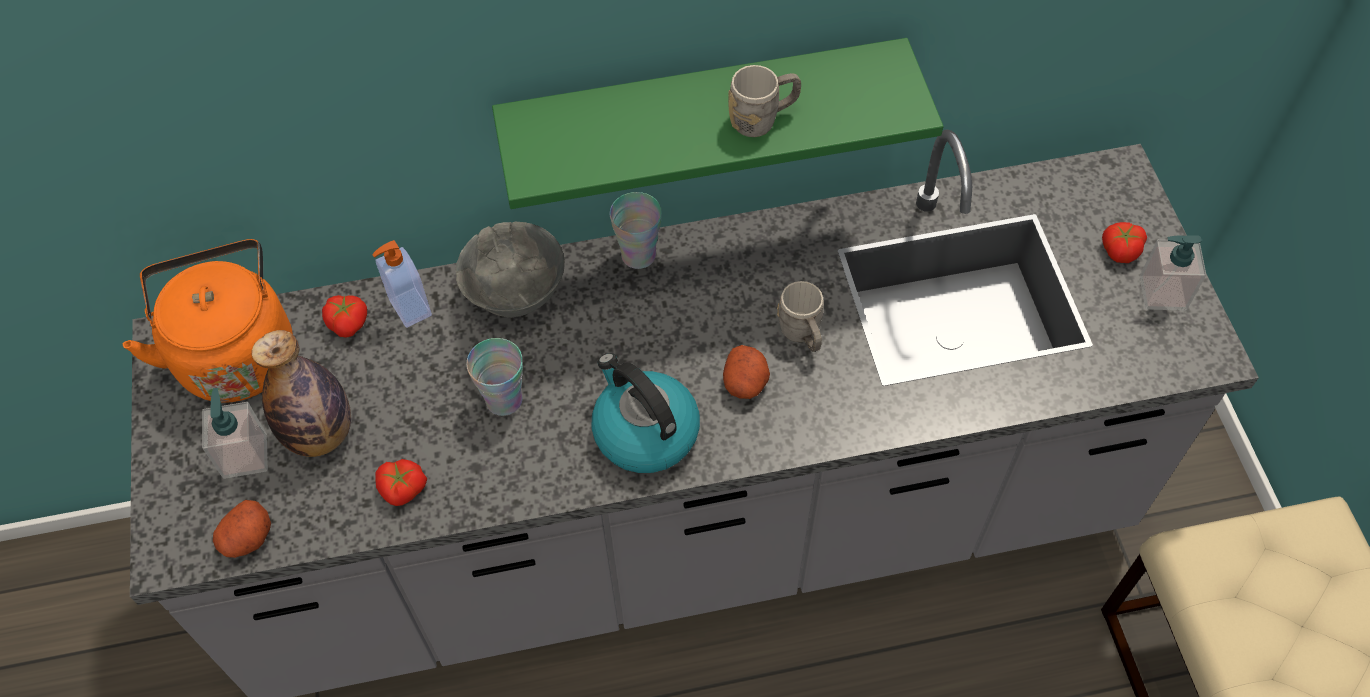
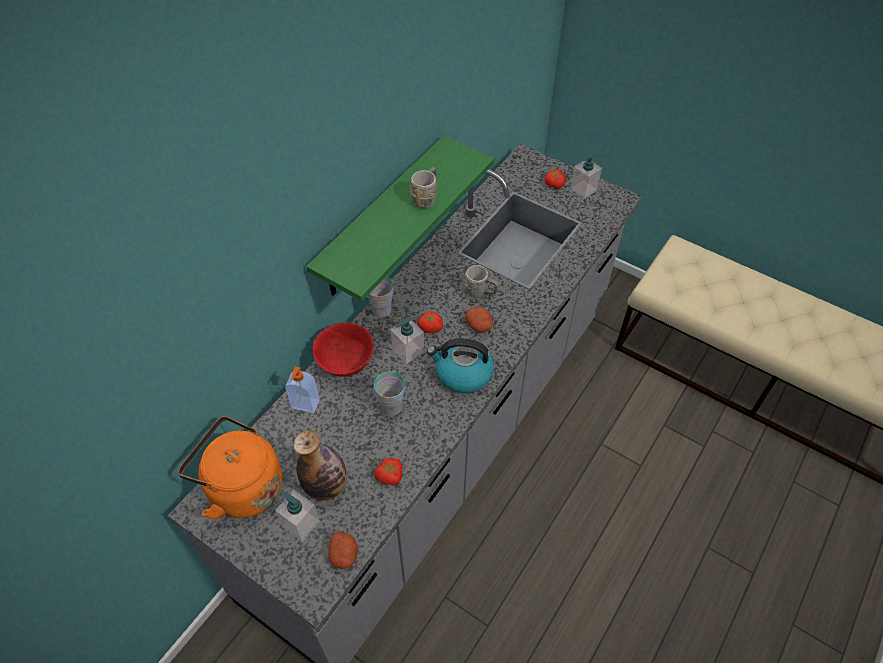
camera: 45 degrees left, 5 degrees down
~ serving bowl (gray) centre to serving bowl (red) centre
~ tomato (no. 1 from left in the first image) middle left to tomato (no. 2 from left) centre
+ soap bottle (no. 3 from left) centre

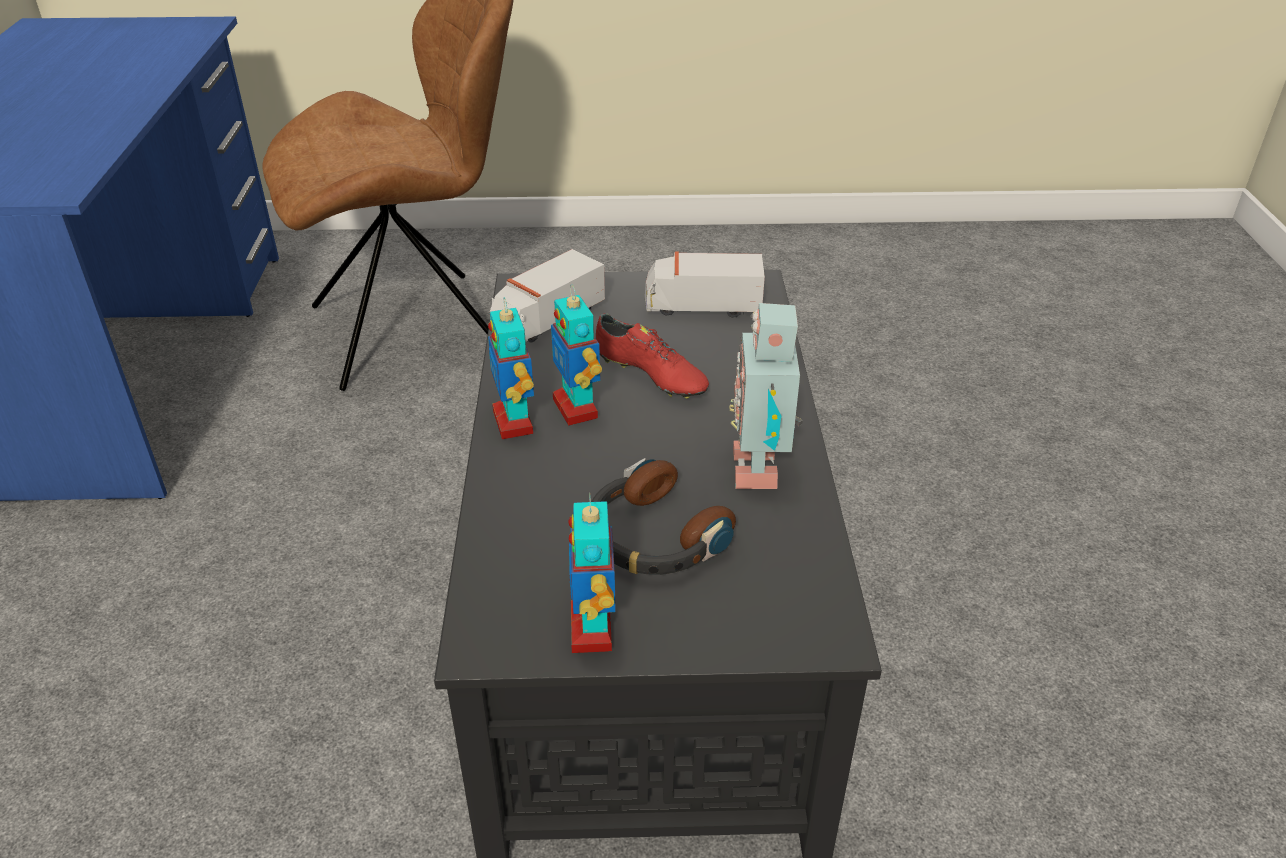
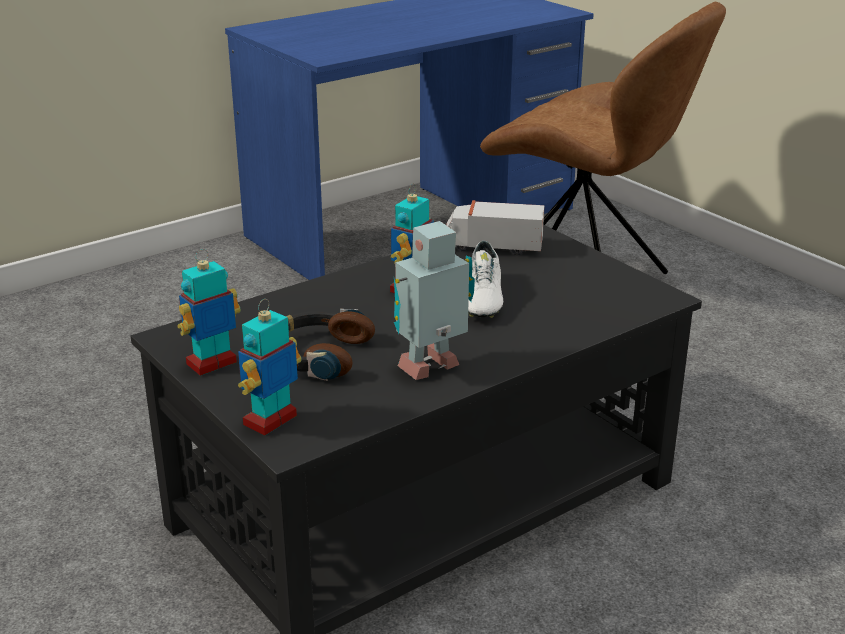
camera: 55 degrees right, 10 degrees down
- toy truck (no. 2 from left) top centre
~ robot figure (no. 1 from left in the first image) centre to robot figure (no. 2 from left) middle left
~ item of footwear (red) centre to item of footwear (white-coloured) centre

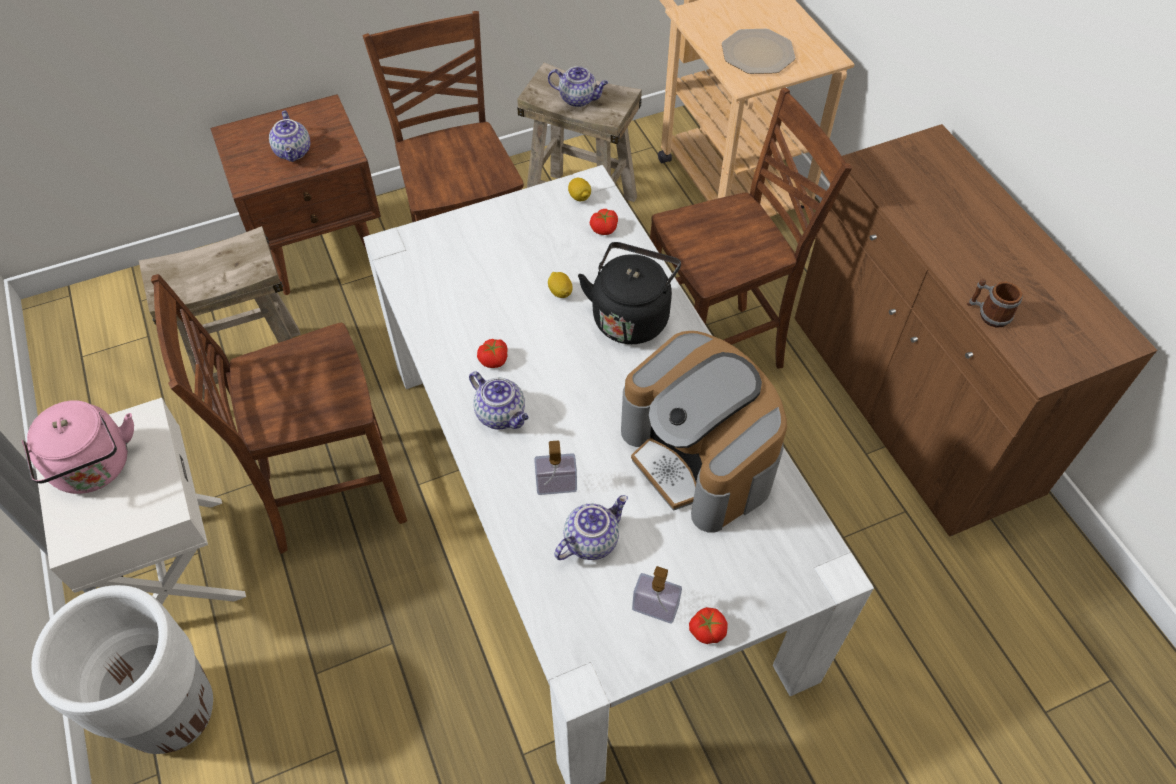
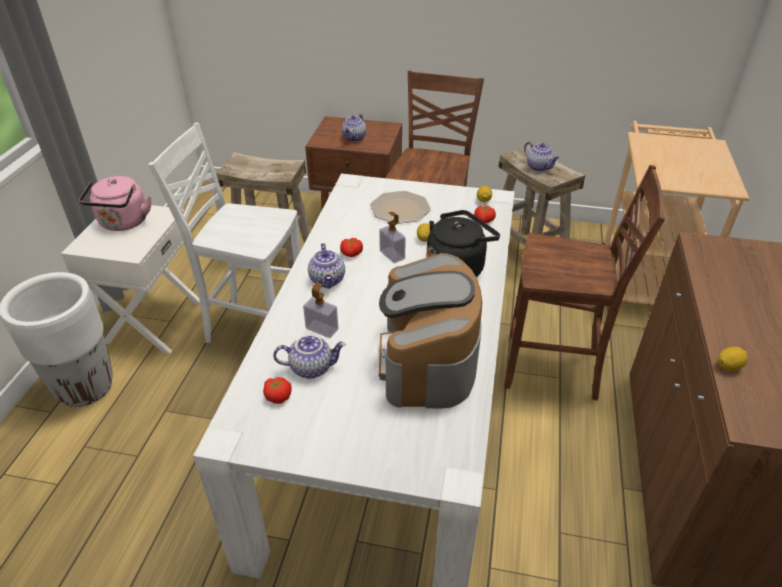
camera: 35 degrees right, 15 degrees down
~ plate top centre to centre
~ chair (brown) (no. 1 from left) middle left to chair (white-coloured) middle left
~ tea mug middle right to whole lemon (no. 3 from left) middle right
~ soap bottle (no. 2 from left) bottom centre to centre
~ tomato (no. 3 from left in the first image) bottom centre to tomato (no. 1 from left) centre

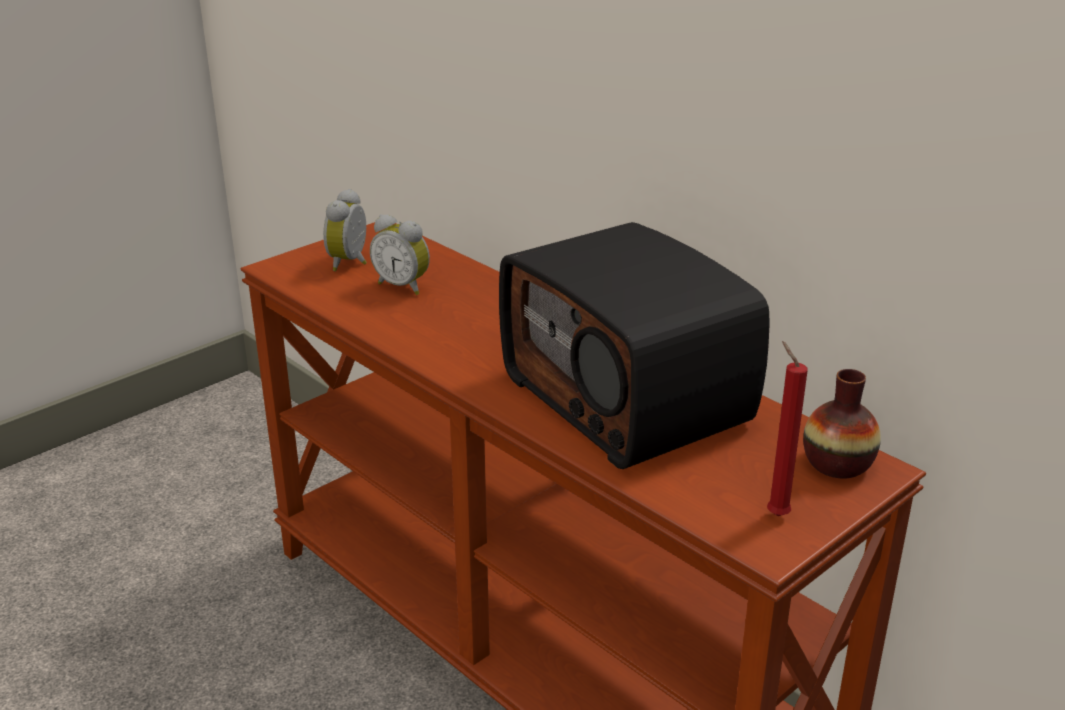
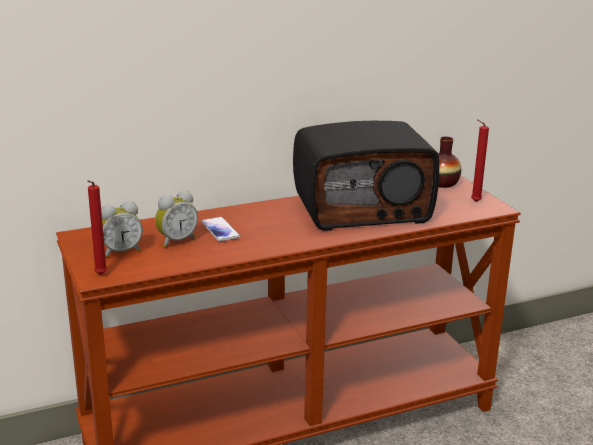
camera: 70 degrees left, 5 degrees down
~ table clock (no. 1 from left) top left = middle left 60 degrees counterclockwise
+ candle (red) (no. 1 from left) middle left
+ handset centre

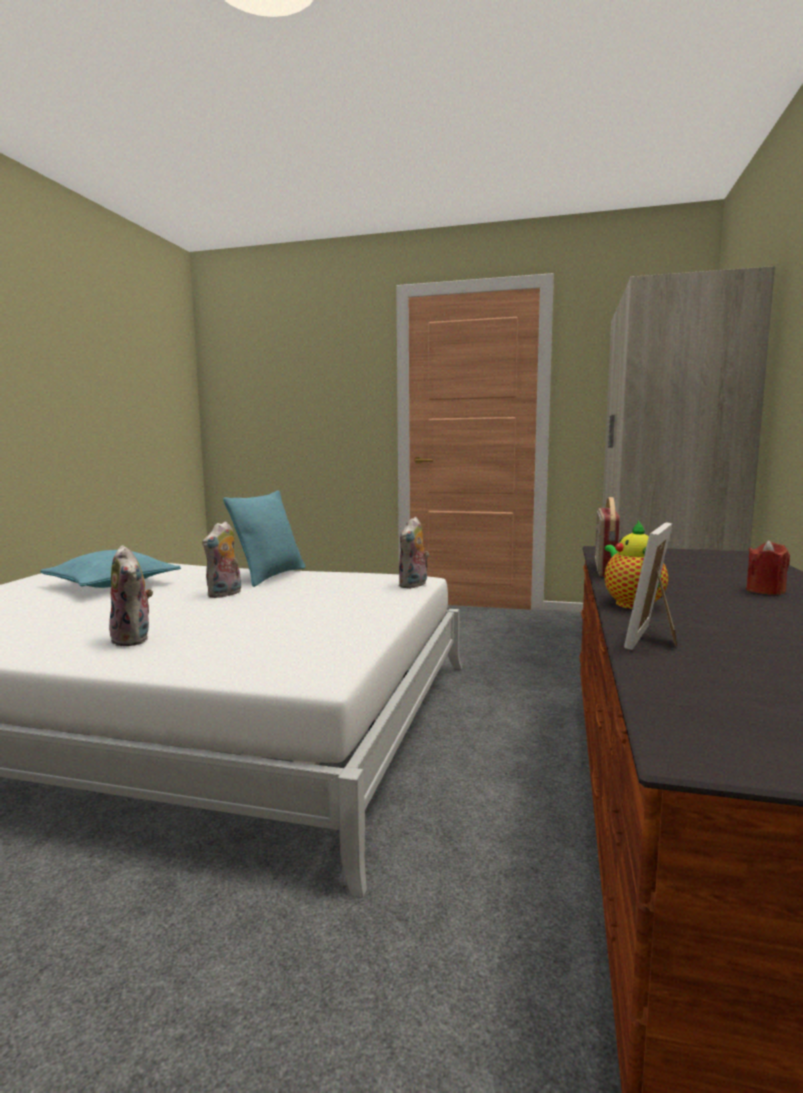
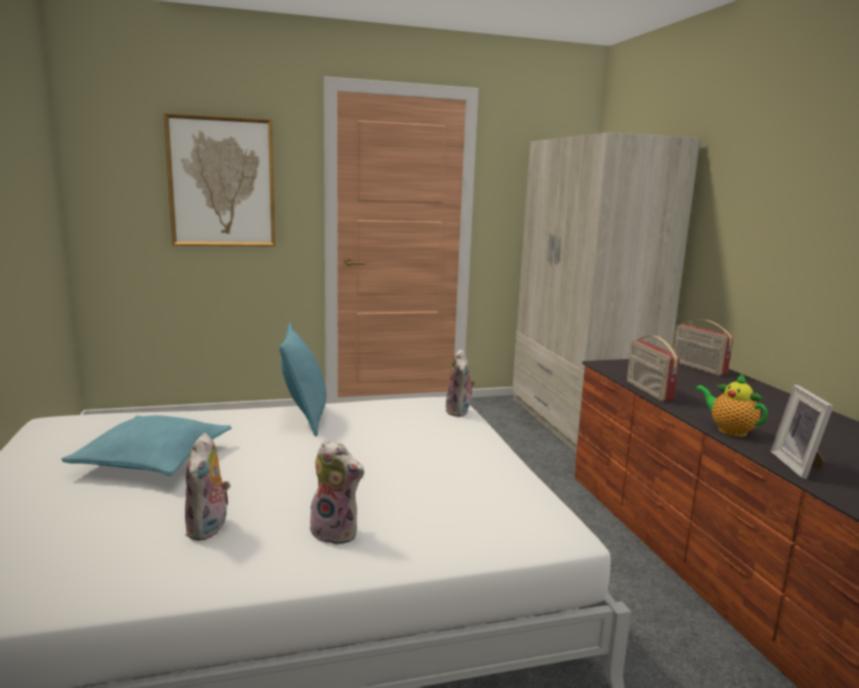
camera: 30 degrees left, 5 degrees up
~ plush toy (no. 2 from left in the first image) middle left to plush toy (no. 1 from left) bottom left
- candle (red) middle right
+ wall art top left
+ radio set (no. 2 from left) middle right

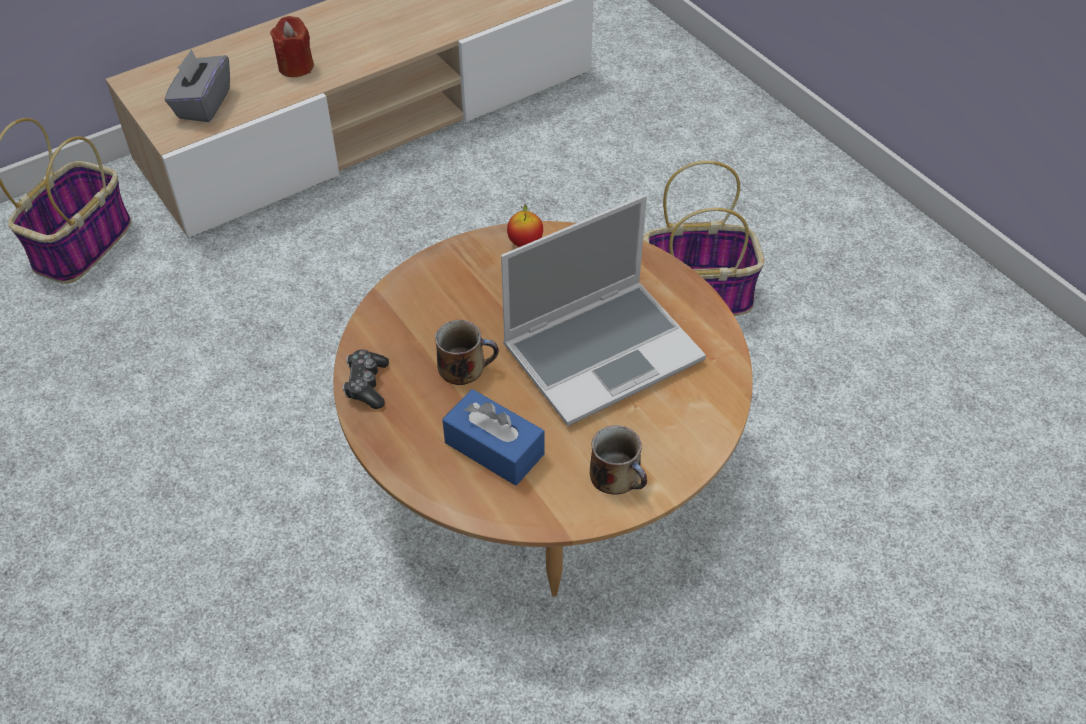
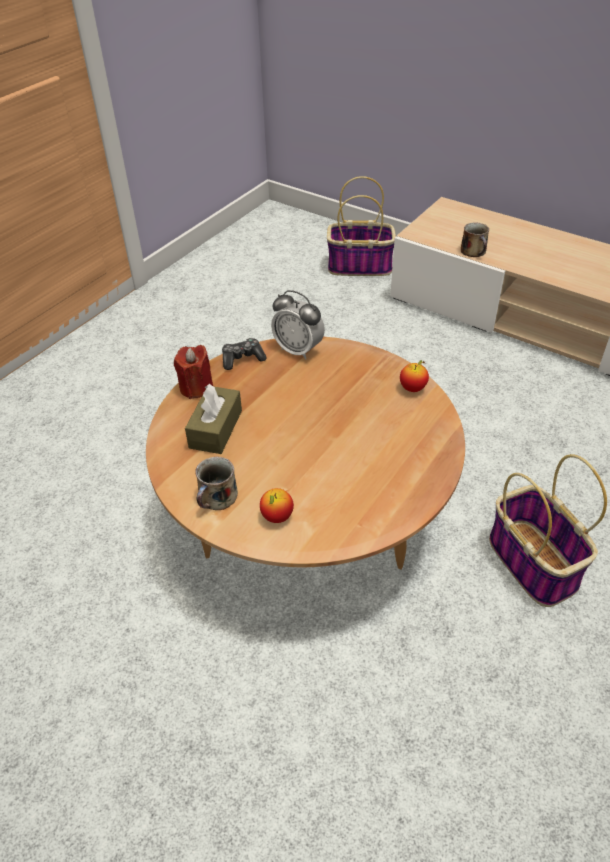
camera: 70 degrees right, 5 degrees down
~ candle (red) top left to middle left
- box of tissues (gray) top left
- portable computer centre
~ tea mug (no. 1 from left in the first image) centre to tea mug (no. 2 from left) top right
~ box of tissues (blue-coloured) centre to box of tissues (brown) centre
+ table clock centre
+ apple (no. 1 from left) centre

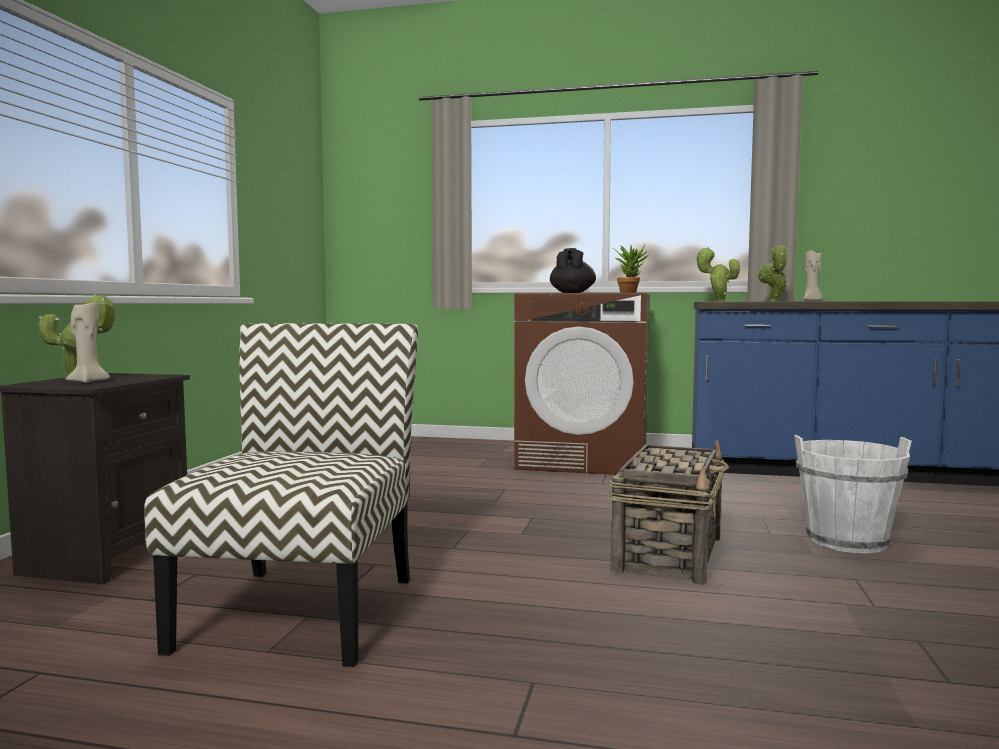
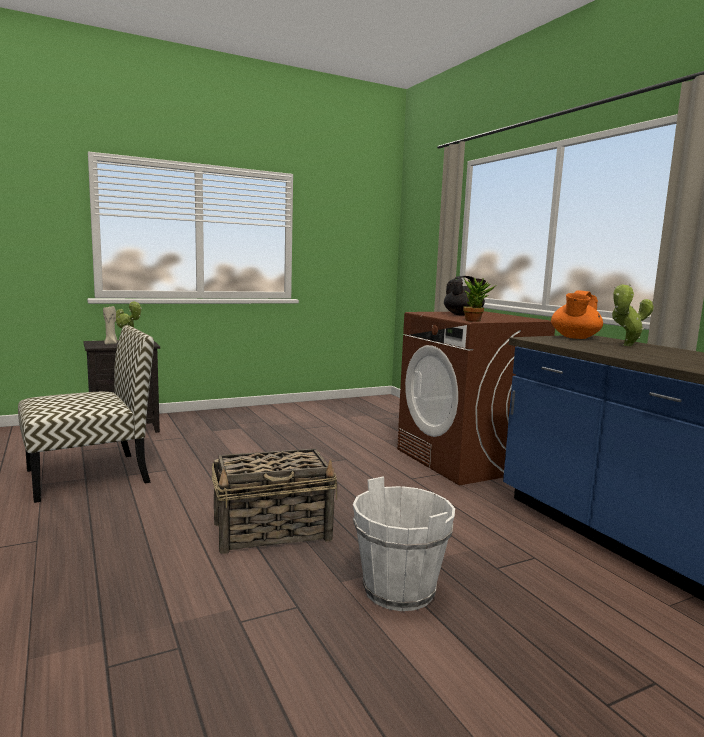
camera: 50 degrees right, 5 degrees up
~ houseplant (no. 3 from left) middle right to teapot (orange) middle right
- candle (beige-coloured) (no. 2 from left) middle right

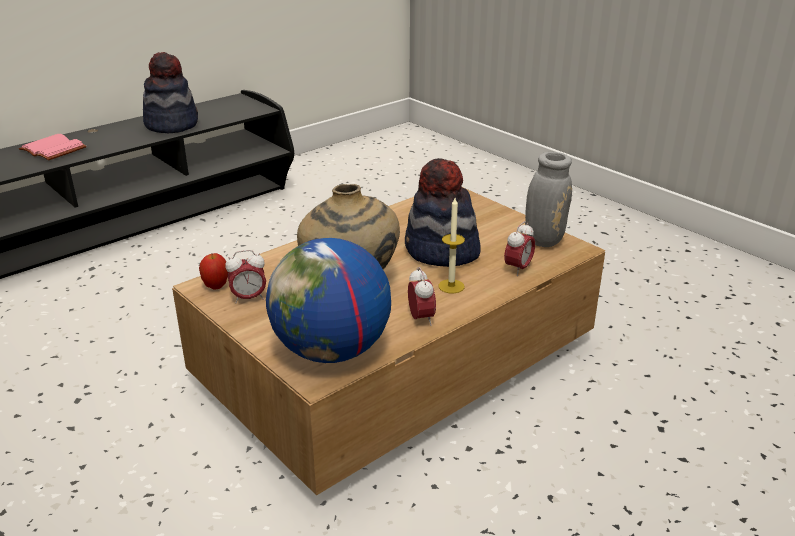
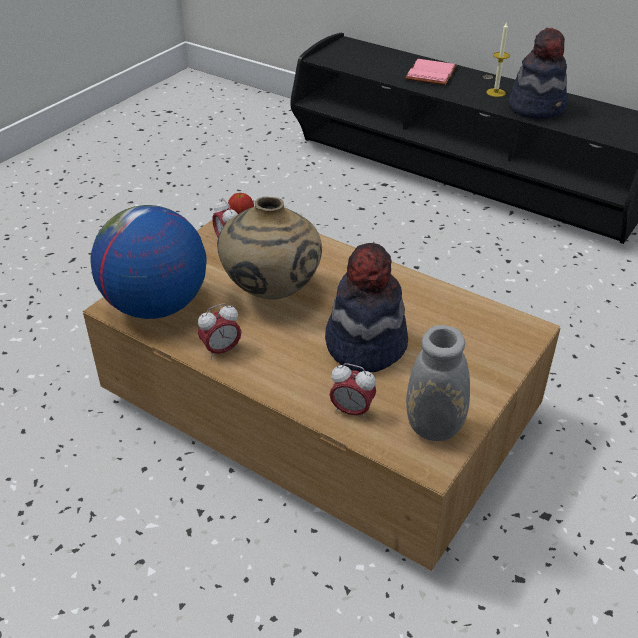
camera: 75 degrees right, 10 degrees up
~ candle centre to top right

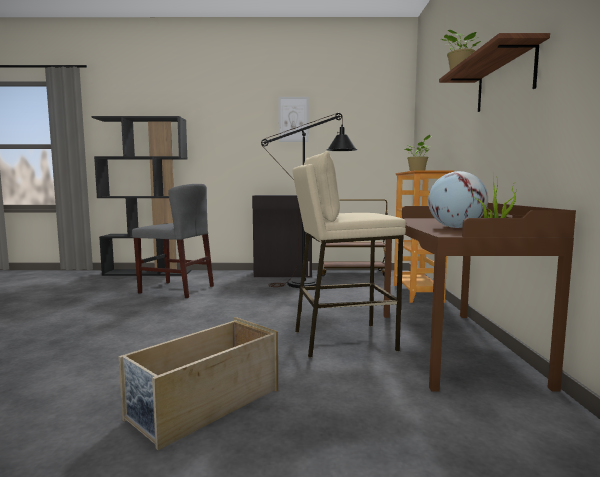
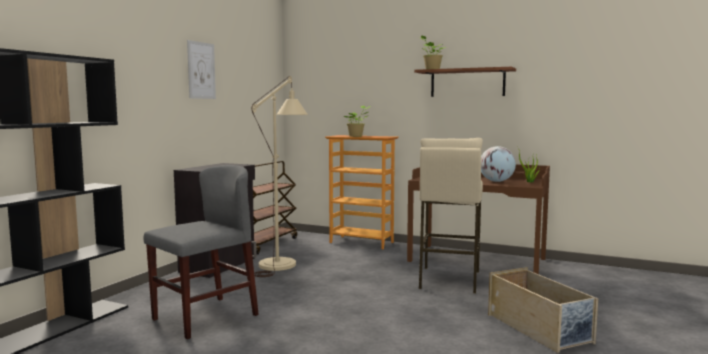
camera: 65 degrees left, 0 degrees up
~ floor lamp (blackish) centre to floor lamp (beige-coloured) centre

